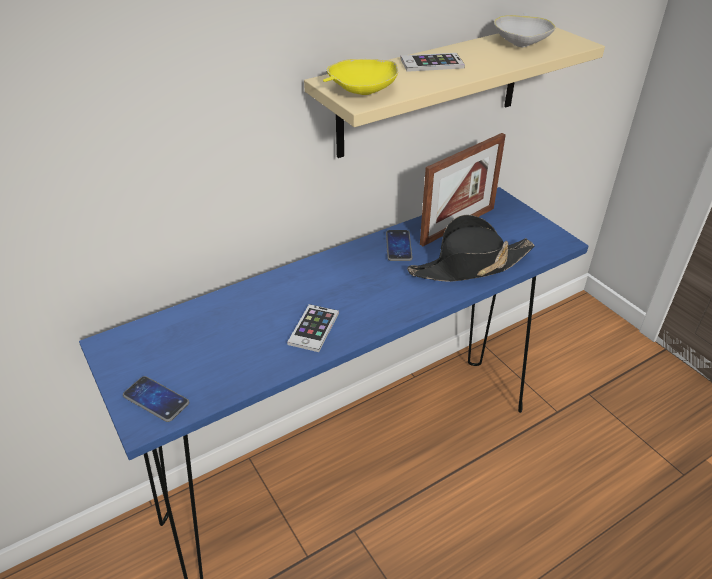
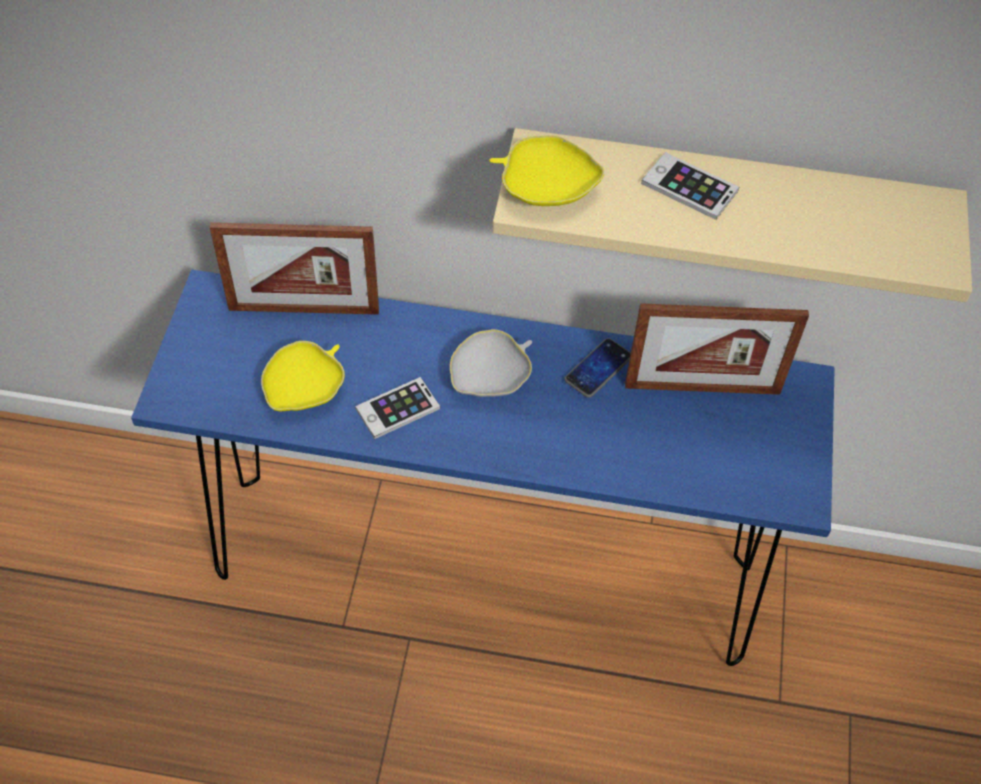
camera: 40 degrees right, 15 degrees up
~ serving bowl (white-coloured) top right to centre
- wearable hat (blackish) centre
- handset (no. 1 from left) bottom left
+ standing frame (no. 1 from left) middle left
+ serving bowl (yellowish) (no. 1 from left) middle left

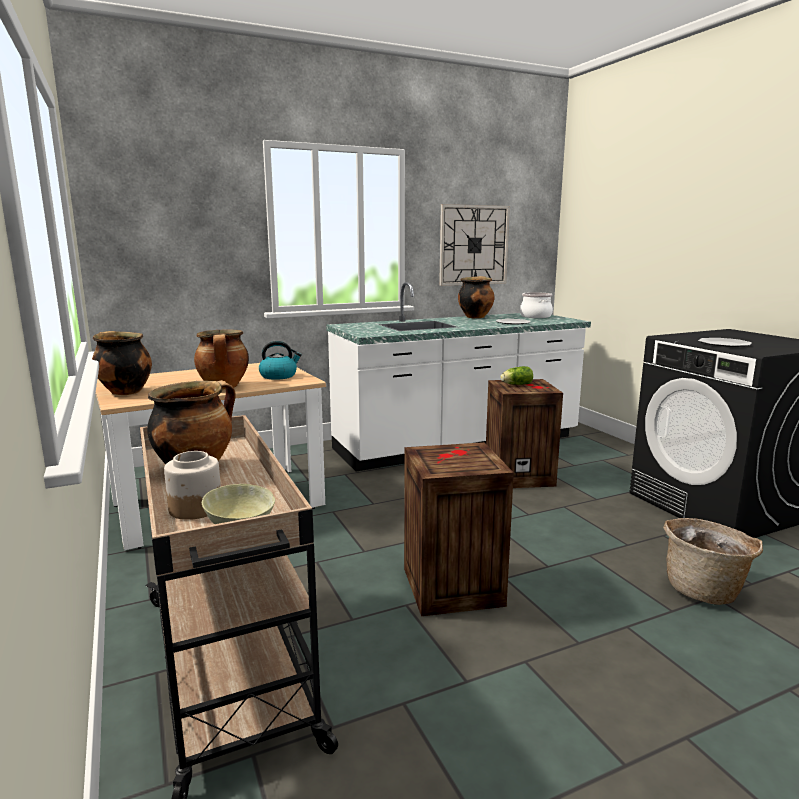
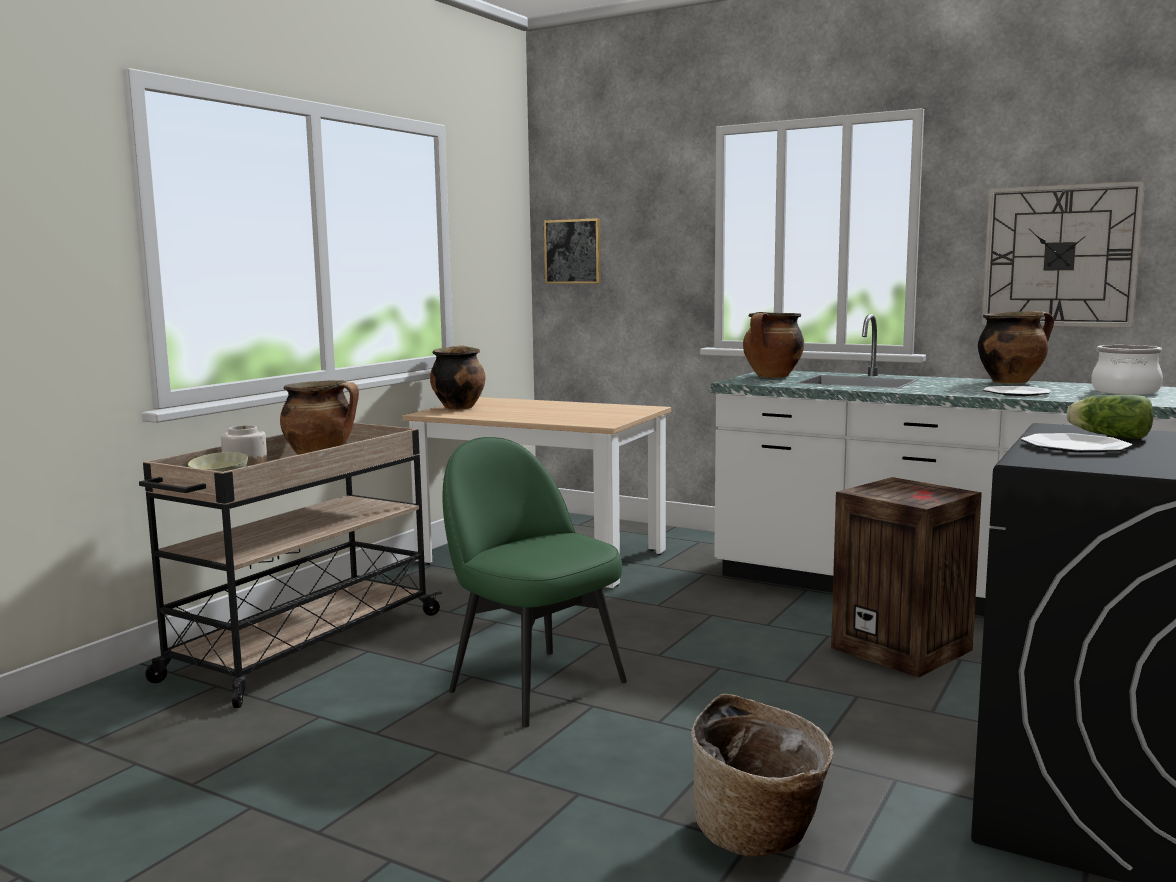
camera: 55 degrees right, 5 degrees down
~ saucepot (no. 3 from left) middle left to centre
- water kettle centre
~ lettuce centre to middle right
~ crate (no. 1 from left) centre to chair (greenish) centre
+ wall art top centre

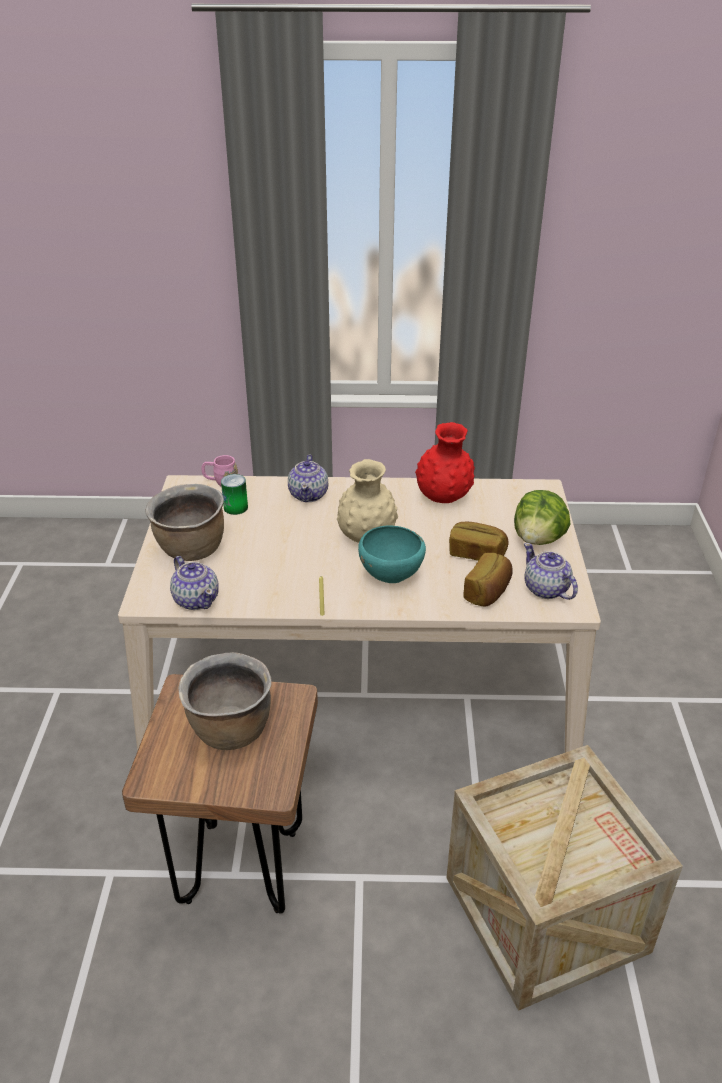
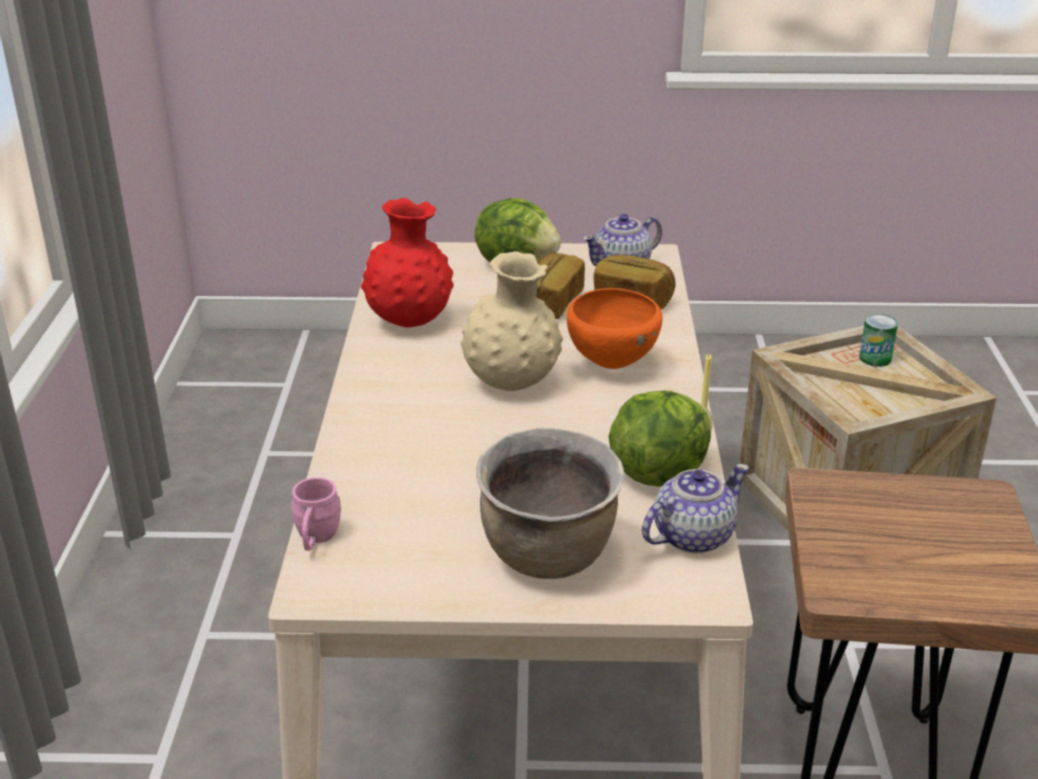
camera: 90 degrees left, 5 degrees down
- teapot (no. 2 from left) centre
~ can middle left to middle right
~ serving bowl (turquoise) centre to serving bowl (orange) centre
- saucepot (brown) (no. 2 from left) middle left
+ lettuce (no. 2 from left) centre

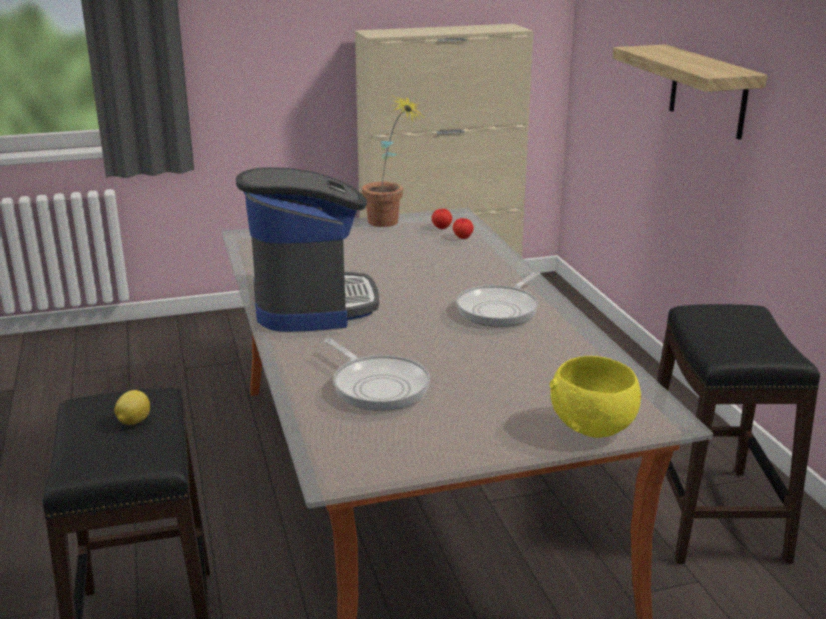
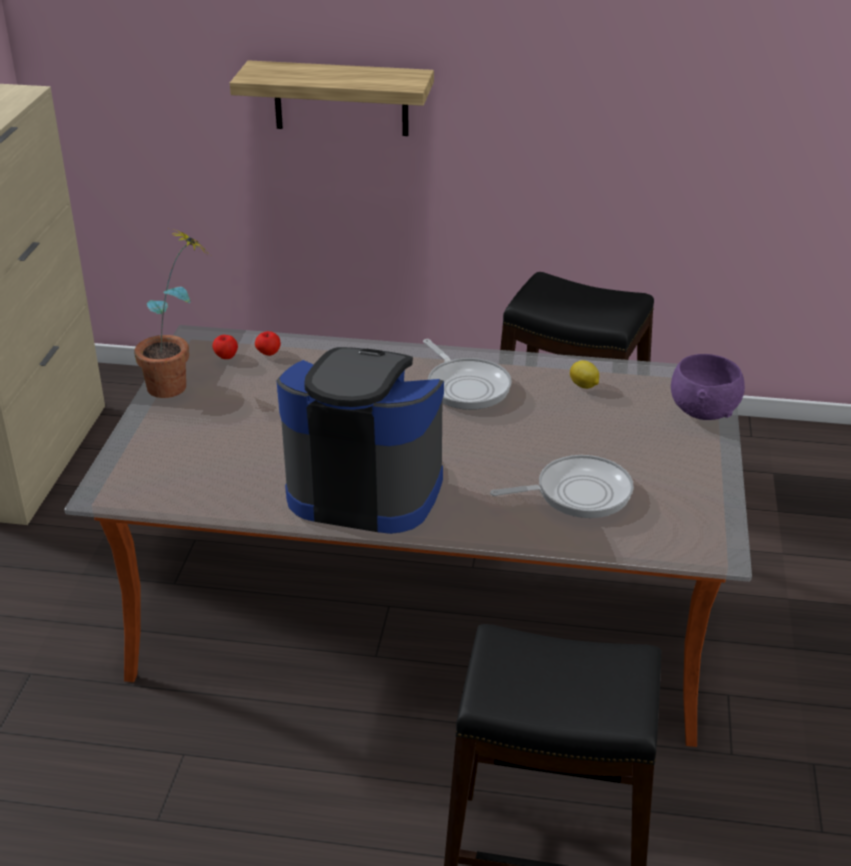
camera: 65 degrees left, 10 degrees up
~ serving bowl (yellowish) middle right to serving bowl (purple) middle right
~ whole lemon middle left to middle right

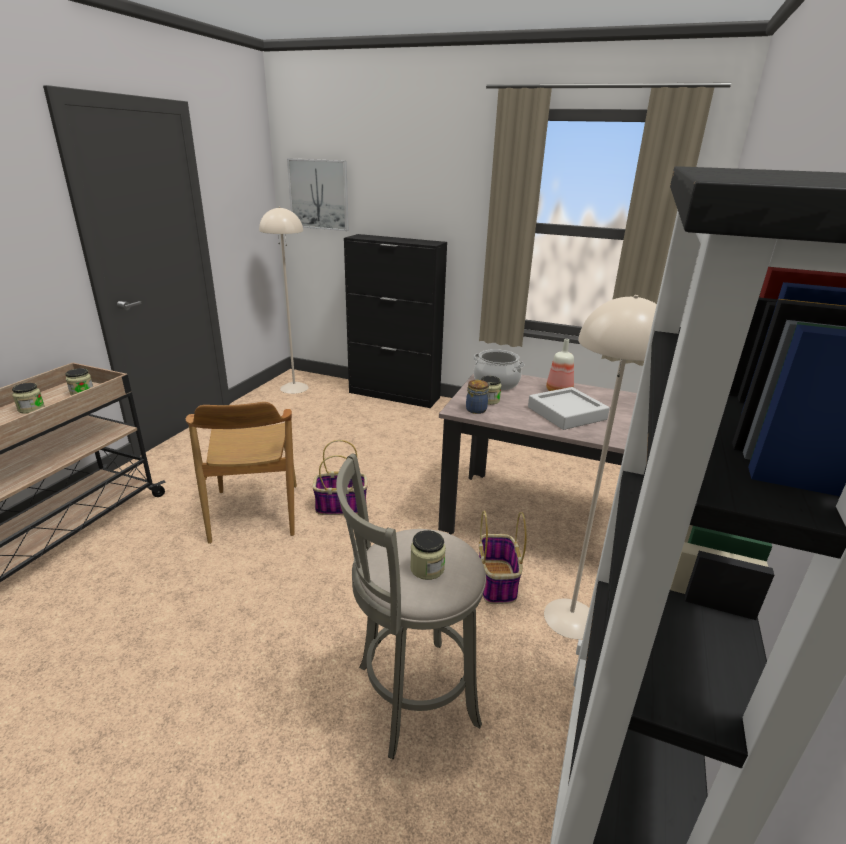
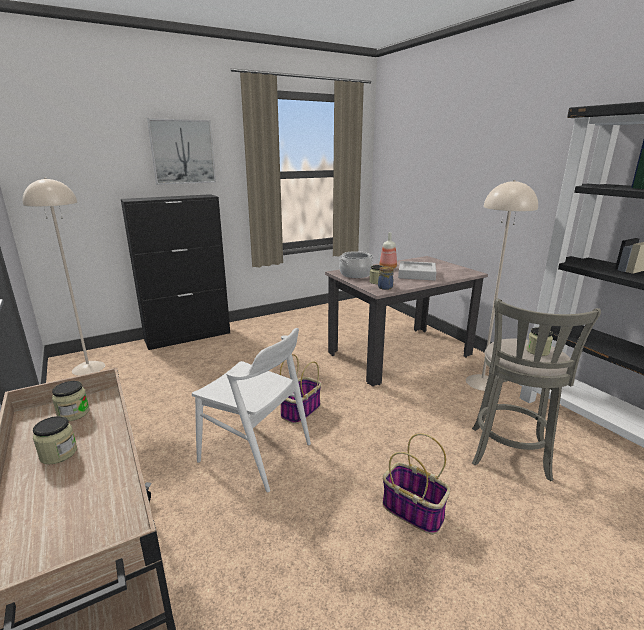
camera: 50 degrees left, 5 degrees down
~ wall art top centre to top left
~ chair (brown) middle left to chair (white-coloured) centre
~ household basket (no. 2 from left) centre to bottom centre

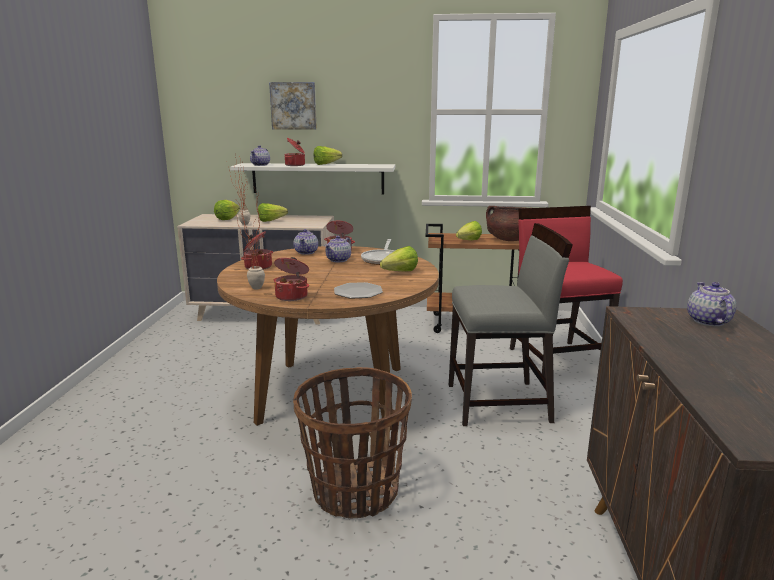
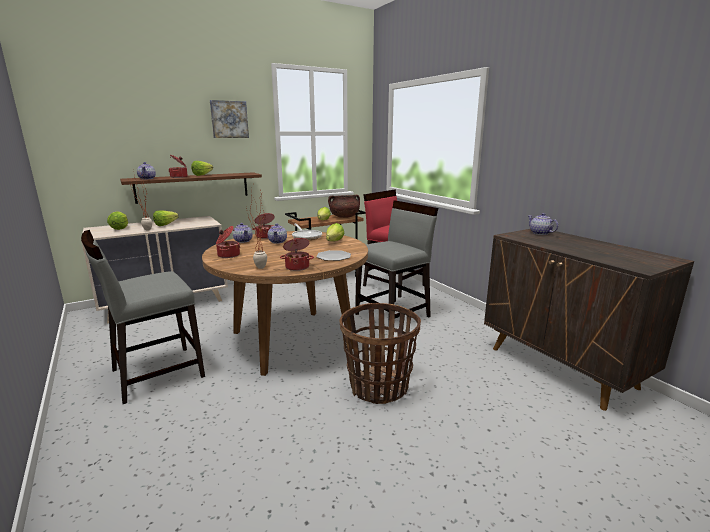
camera: 35 degrees left, 0 degrees up
~ wall art top centre to top left
~ bracket shelf (white-coloured) top centre to bracket shelf (brown) middle left
+ chair (gray) (no. 1 from left) middle left

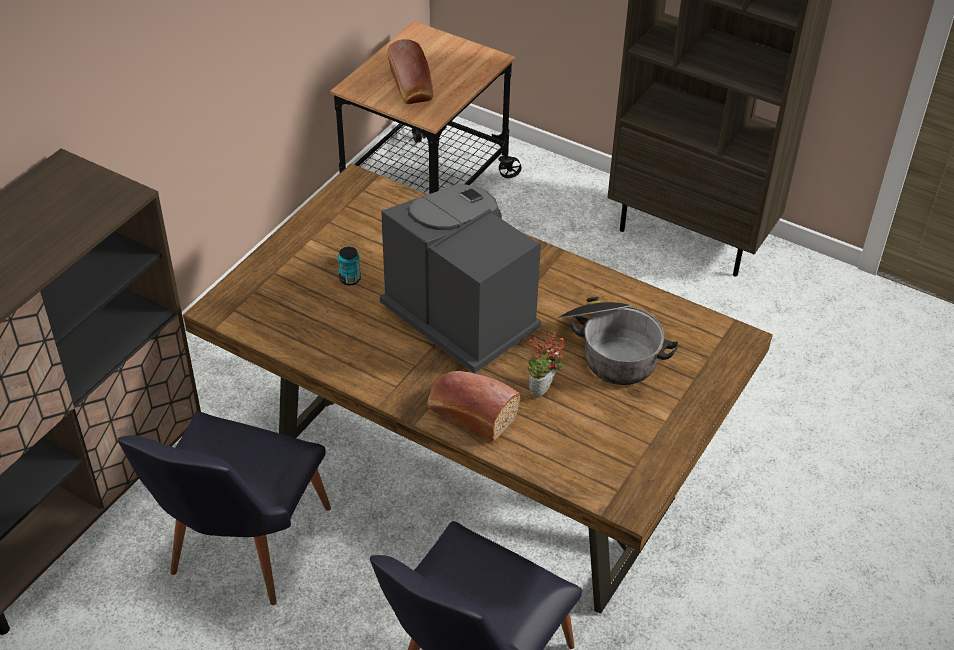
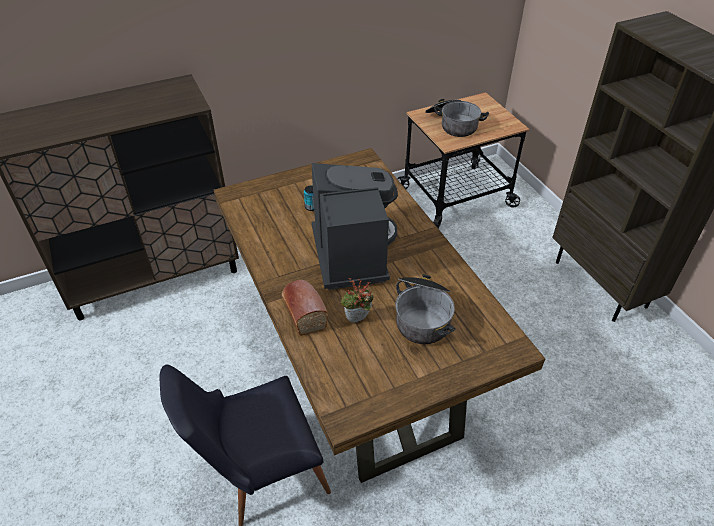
camera: 35 degrees right, 0 degrees up
~ bakery bread (no. 1 from left) top centre to saucepot (no. 2 from left) top centre
- chair (blackish) (no. 1 from left) bottom left

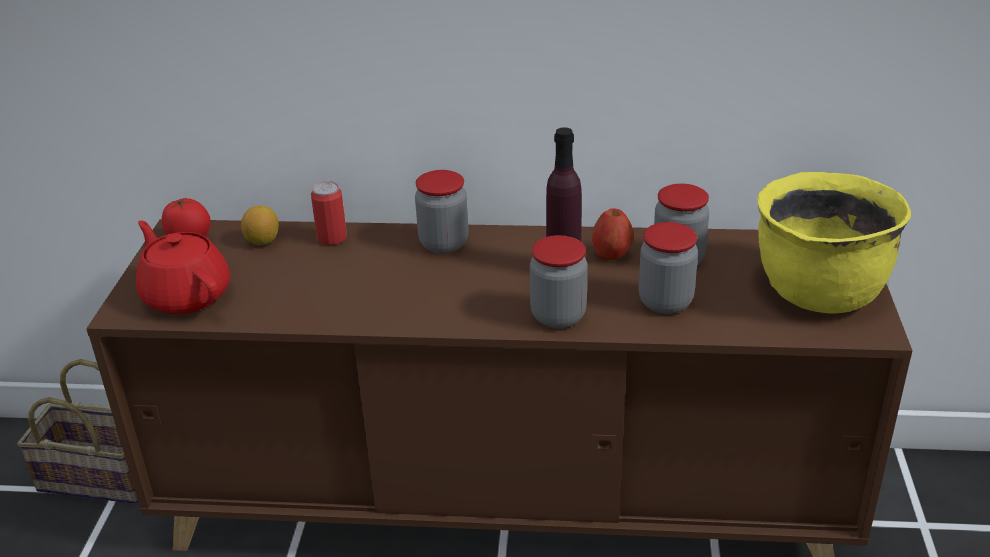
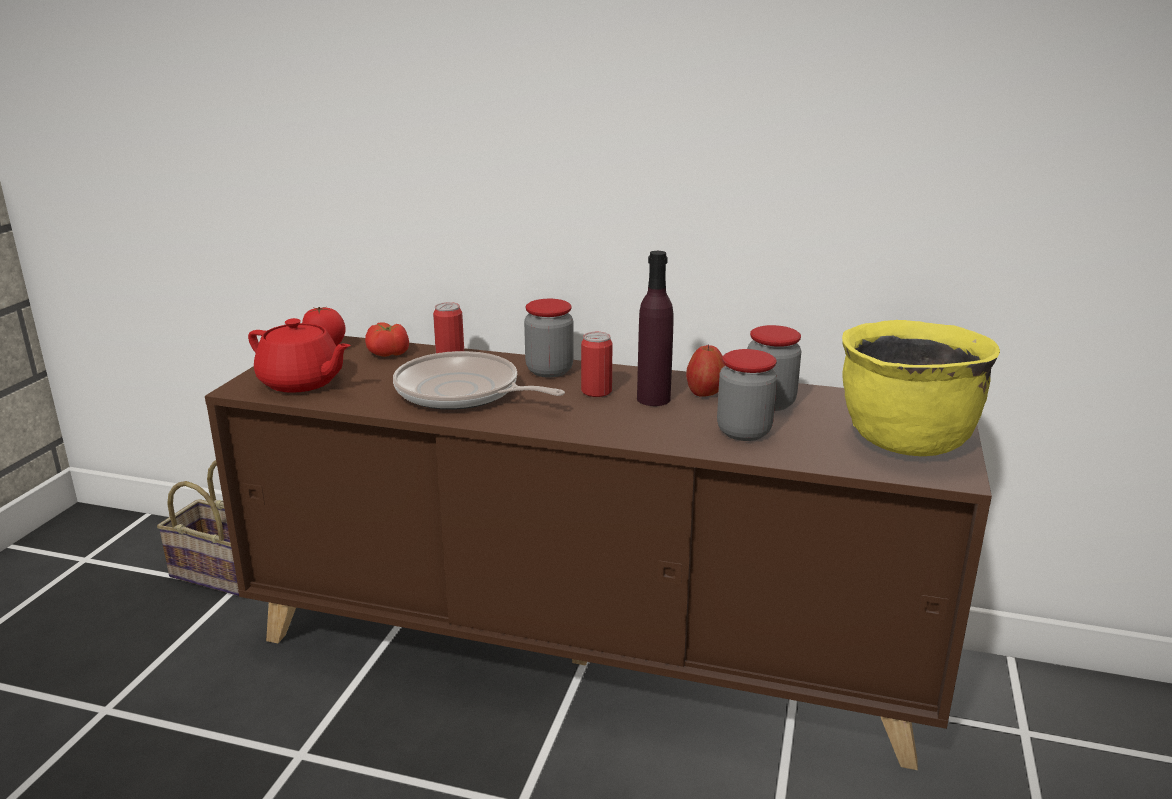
camera: 10 degrees right, 10 degrees down
~ whole lemon middle left to tomato (no. 2 from left) middle left
~ teapot (red) middle left = middle left 150 degrees clockwise
- preserve jar (no. 2 from left) centre
+ can (no. 2 from left) centre
+ frying pan centre

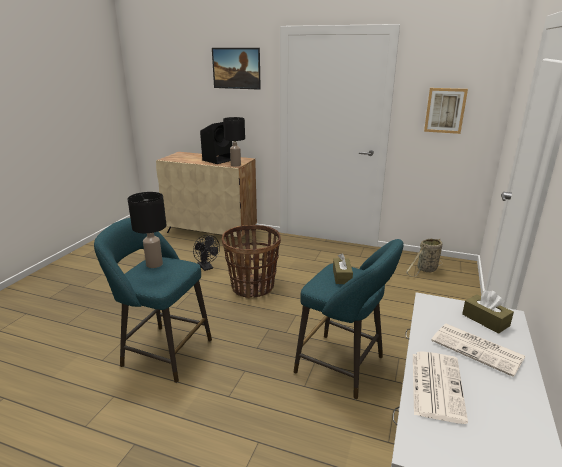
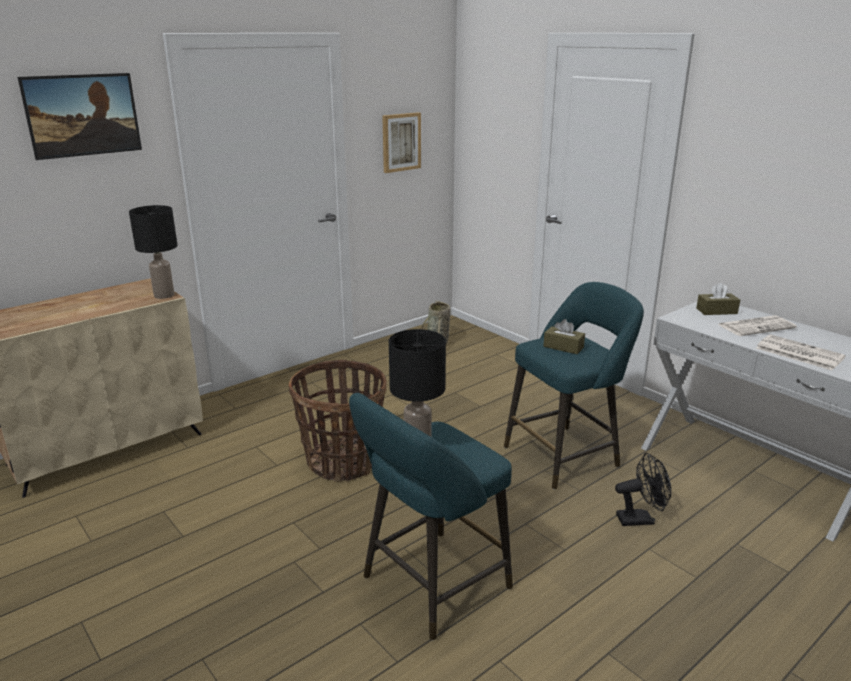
camera: 60 degrees left, 0 degrees up
- audio speaker (blackish) top centre
~ fan (blackish) centre to bottom right

